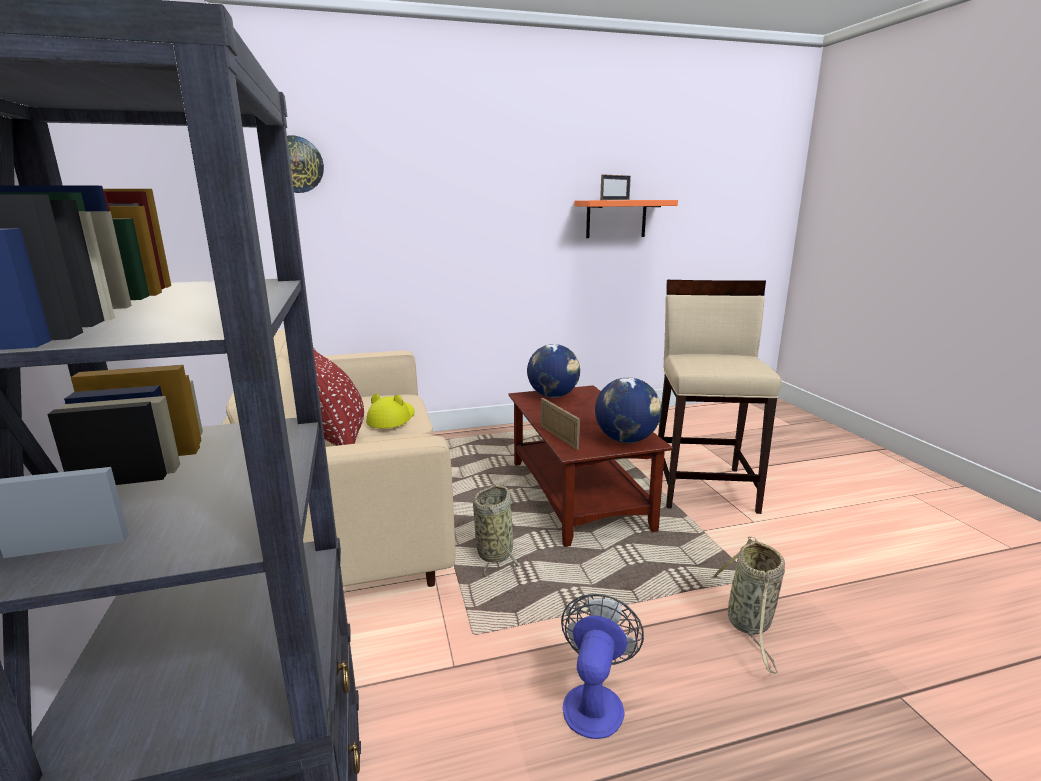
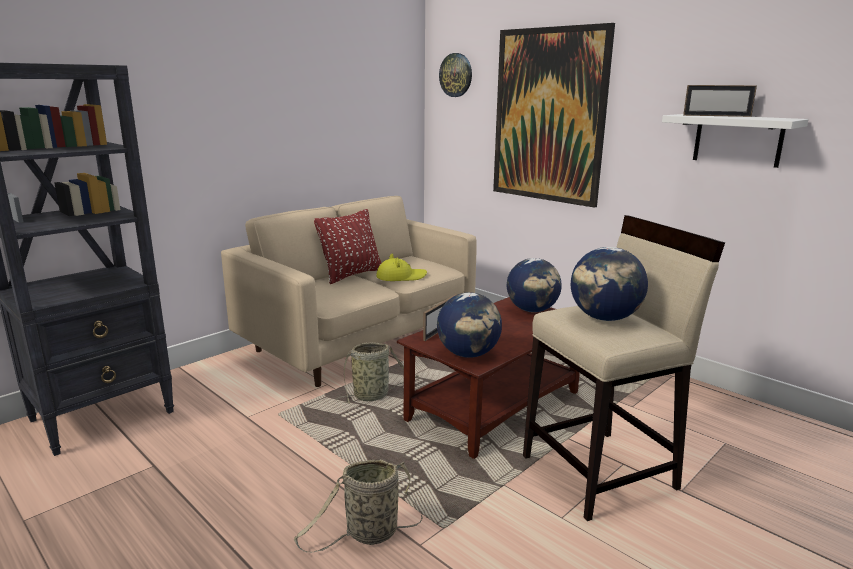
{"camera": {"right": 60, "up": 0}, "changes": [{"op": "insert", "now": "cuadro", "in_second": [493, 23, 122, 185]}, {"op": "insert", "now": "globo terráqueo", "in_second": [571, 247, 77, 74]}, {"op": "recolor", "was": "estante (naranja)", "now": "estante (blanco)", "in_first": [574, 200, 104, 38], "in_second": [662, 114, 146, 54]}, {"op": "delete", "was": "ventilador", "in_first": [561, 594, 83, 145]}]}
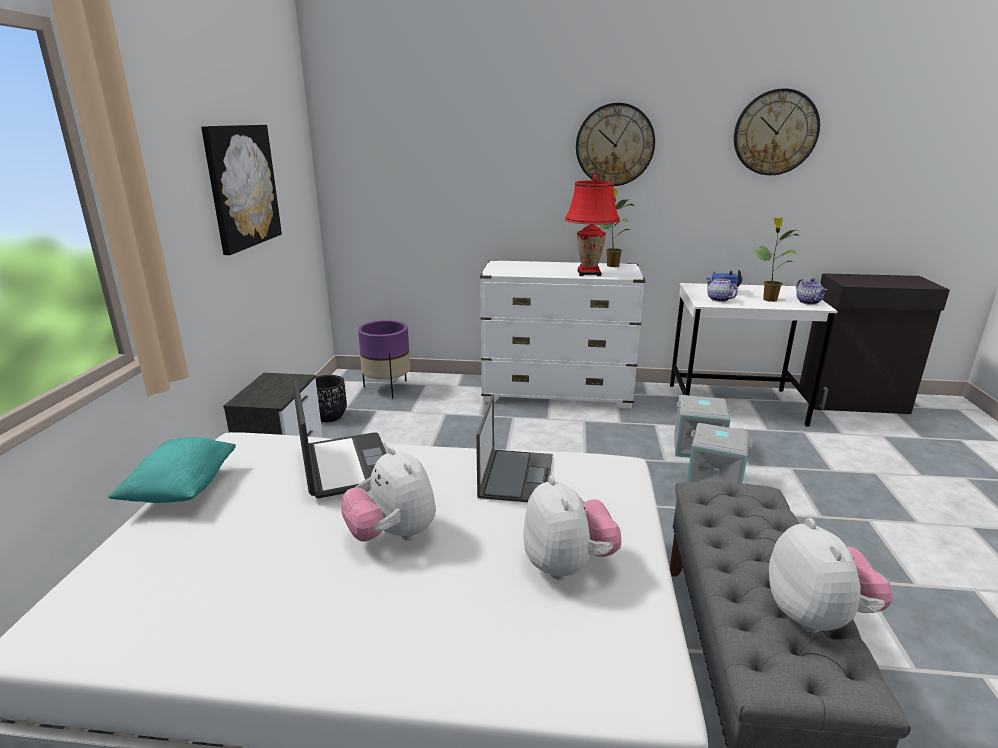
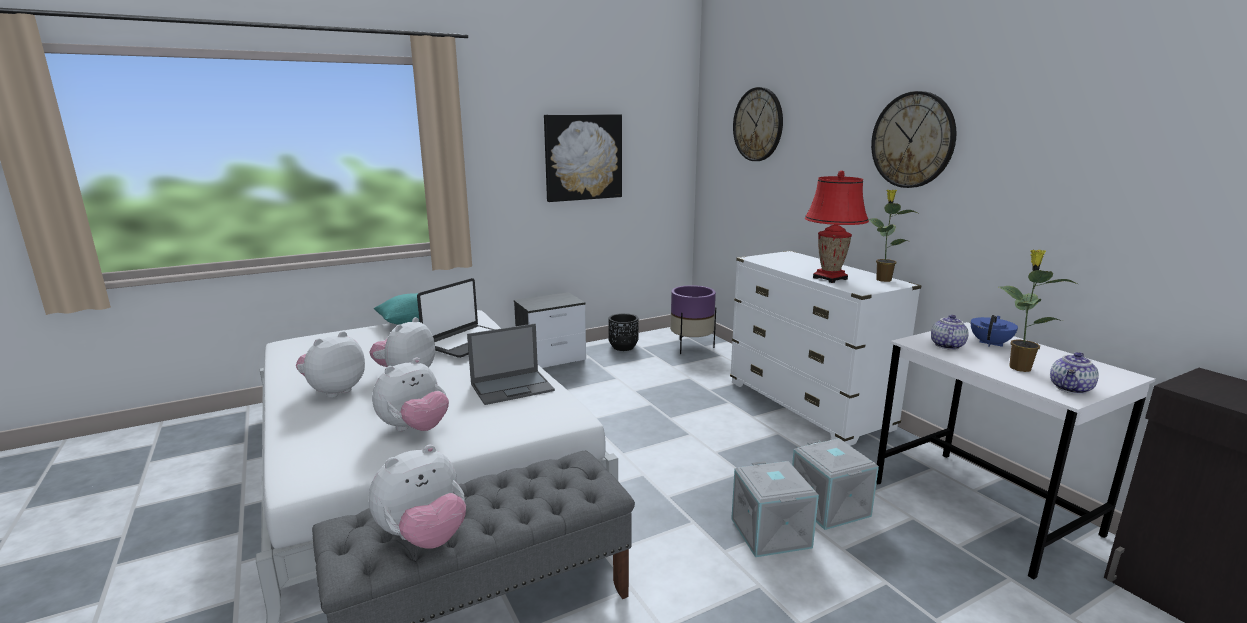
{"camera": {"right": 55, "up": -5}, "changes": [{"op": "insert", "now": "peluche", "in_second": [296, 331, 69, 67]}, {"op": "move", "was": "reloj de pared", "in_first": [734, 88, 86, 87], "in_second": [733, 87, 50, 74]}]}
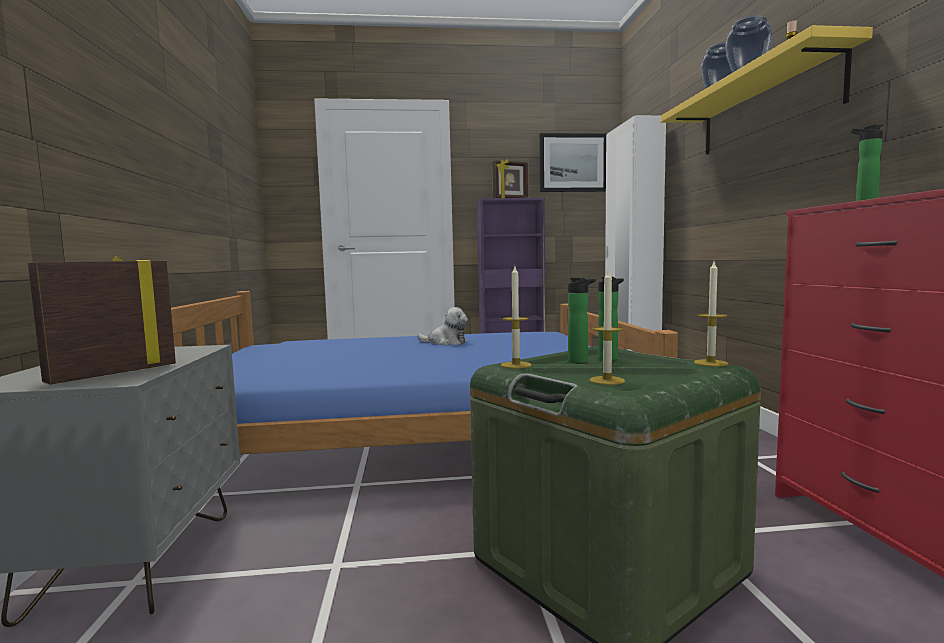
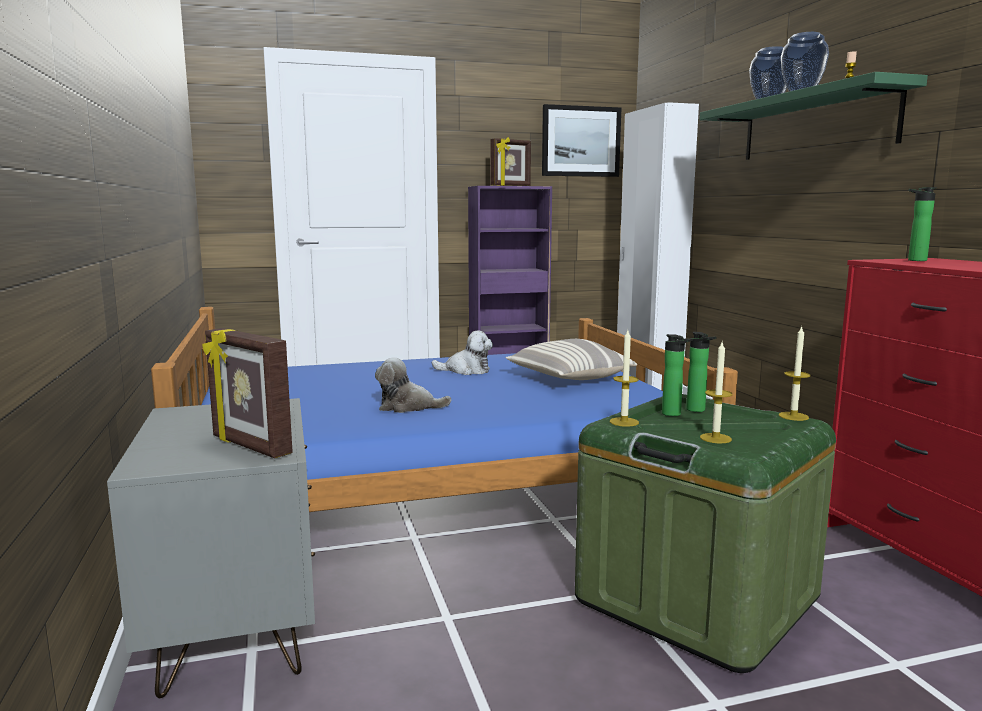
{"camera": {"right": -10, "up": 5}, "changes": [{"op": "rotate", "was": "portarretratos", "in_first": [28, 256, 148, 128], "in_second": [202, 328, 91, 130], "clockwise": -75}, {"op": "insert", "now": "peluche", "in_second": [375, 357, 76, 56]}, {"op": "insert", "now": "cojín", "in_second": [505, 339, 132, 41]}, {"op": "recolor", "was": "estante (amarillo)", "now": "estante (verde)", "in_first": [661, 25, 212, 130], "in_second": [699, 72, 229, 88]}]}
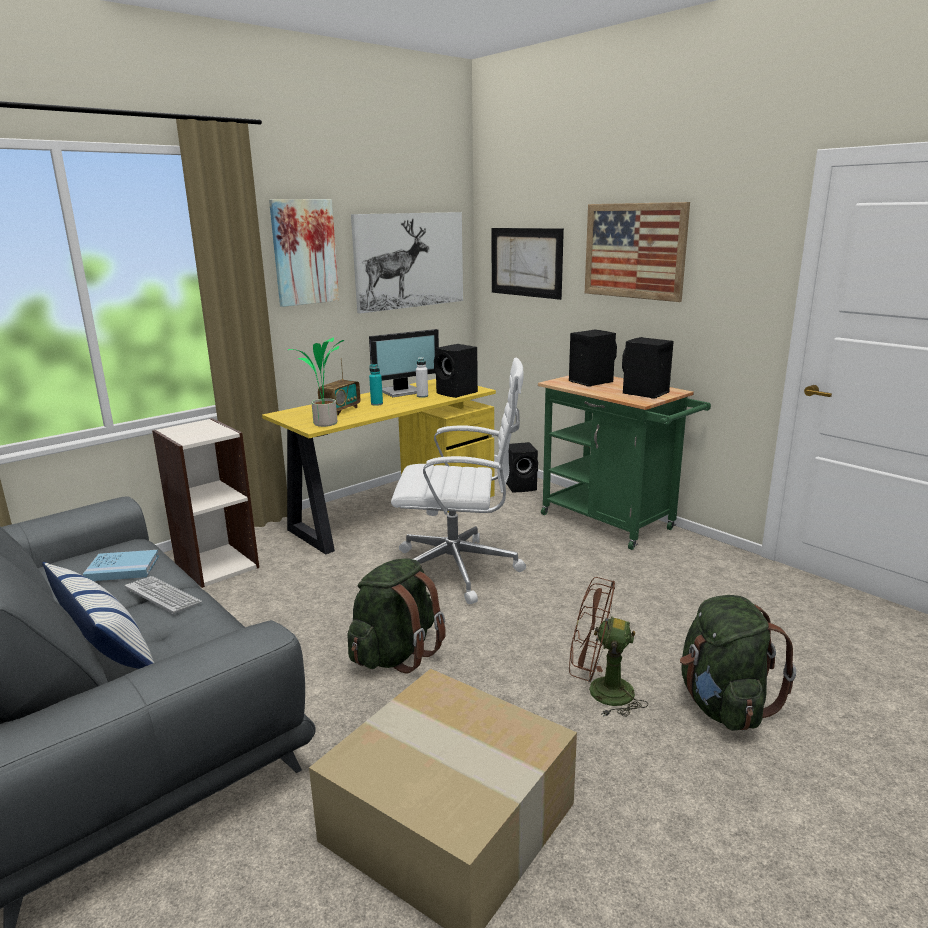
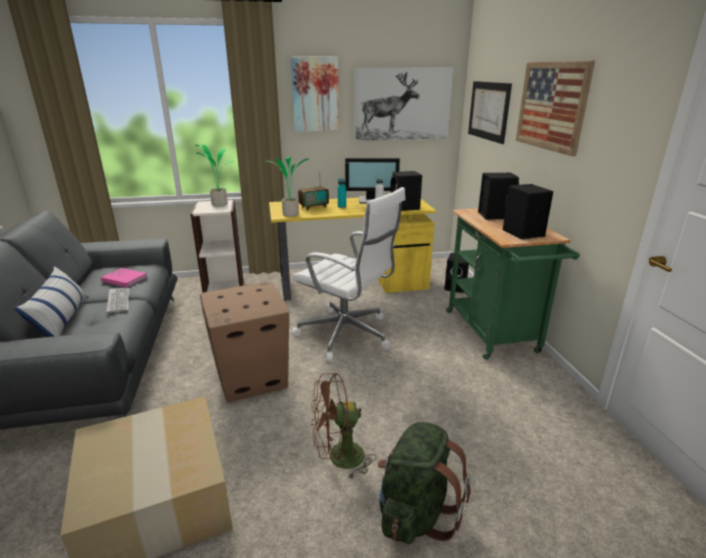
{"camera": {"right": 30, "up": 5}, "changes": [{"op": "recolor", "was": "libro (azul)", "now": "libro (rosa)", "in_first": [82, 550, 77, 31], "in_second": [101, 268, 47, 19]}, {"op": "insert", "now": "planta en maceta", "in_second": [195, 145, 39, 62]}, {"op": "replace", "was": "mochila (verde)", "now": "caja de cartón", "in_first": [347, 558, 99, 116], "in_second": [200, 281, 89, 122]}, {"op": "rotate", "was": "ventilador (marrón)", "in_first": [569, 577, 79, 140], "in_second": [312, 373, 64, 107], "clockwise": -60}]}
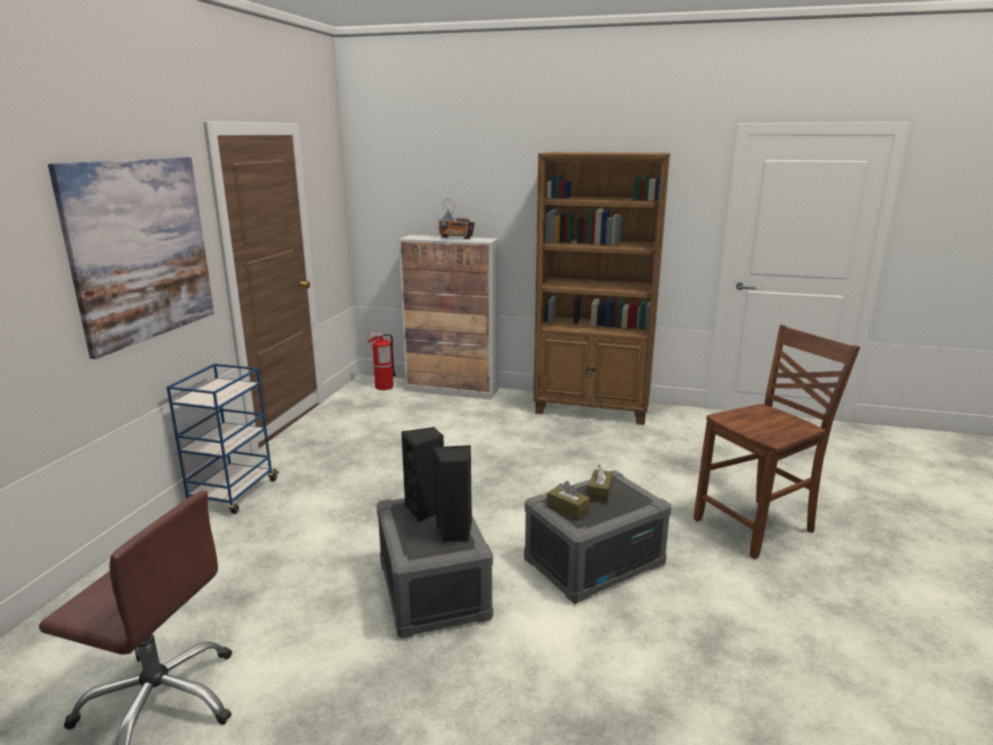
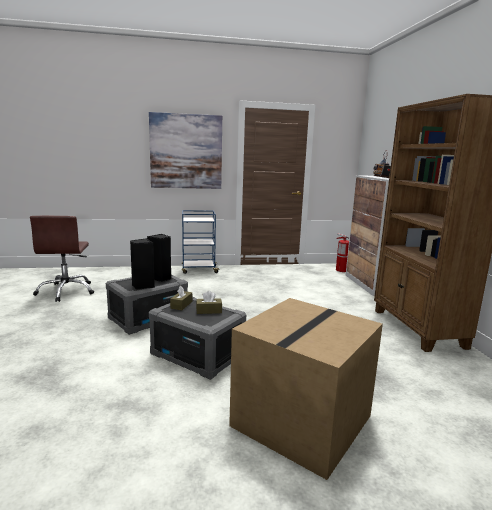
{"camera": {"right": 65, "up": -5}, "changes": [{"op": "replace", "was": "silla (marrón)", "now": "caja de cartón", "in_first": [694, 325, 166, 234], "in_second": [229, 298, 154, 182]}]}
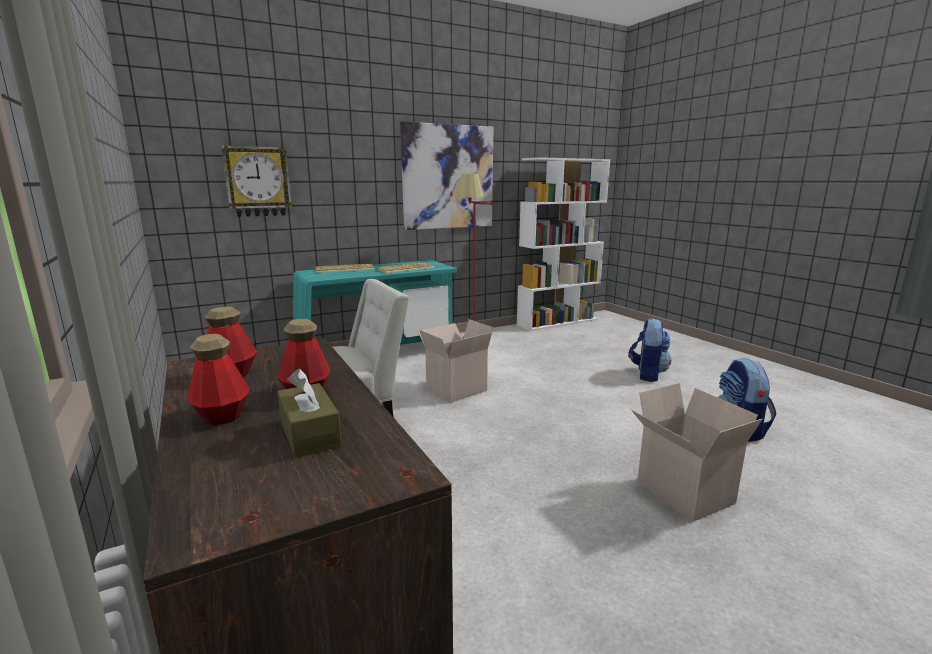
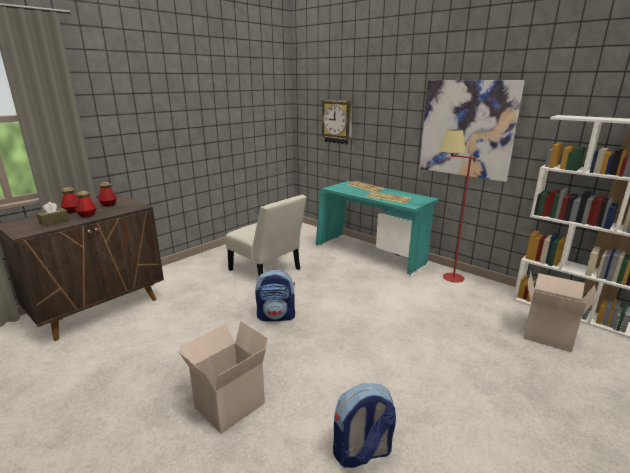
{"camera": {"right": 70, "up": 5}, "changes": [{"op": "move", "was": "mochila", "in_first": [628, 318, 43, 64], "in_second": [255, 269, 40, 52]}, {"op": "move", "was": "caja de cartón", "in_first": [418, 319, 75, 84], "in_second": [523, 272, 73, 80]}]}
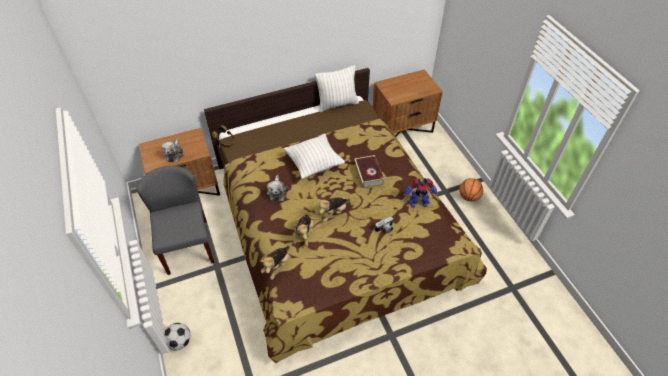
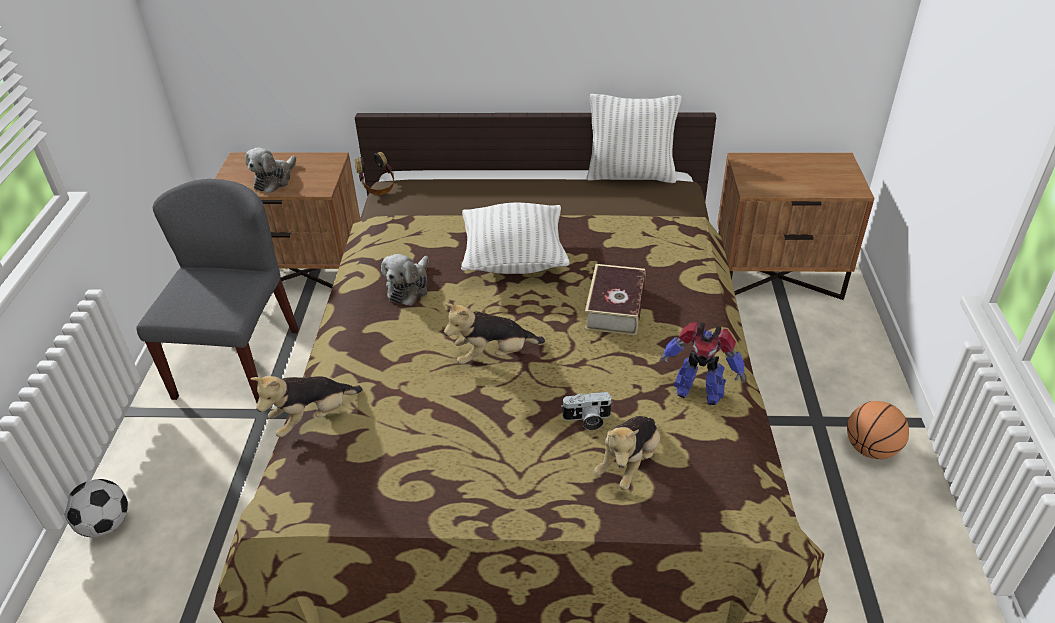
{"camera": {"right": 25, "up": -10}, "changes": [{"op": "move", "was": "peluche", "in_first": [293, 214, 20, 32], "in_second": [594, 416, 66, 74]}]}
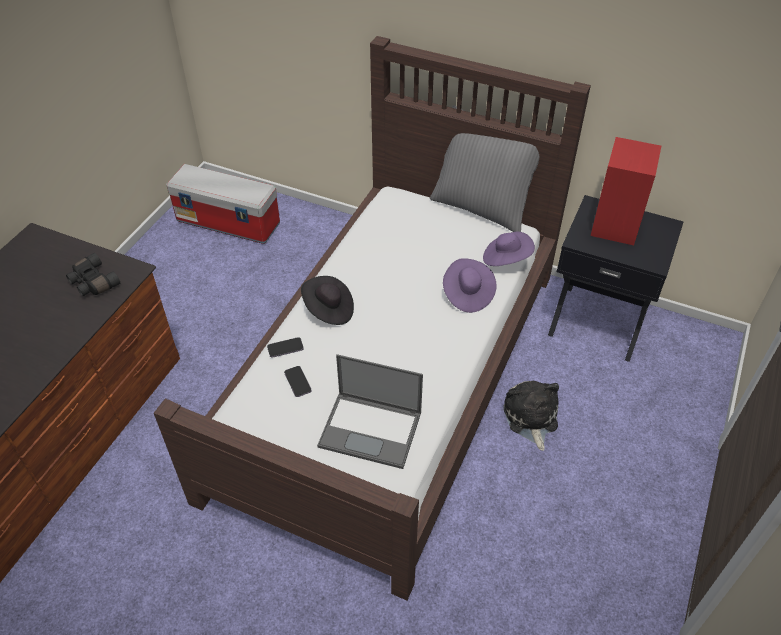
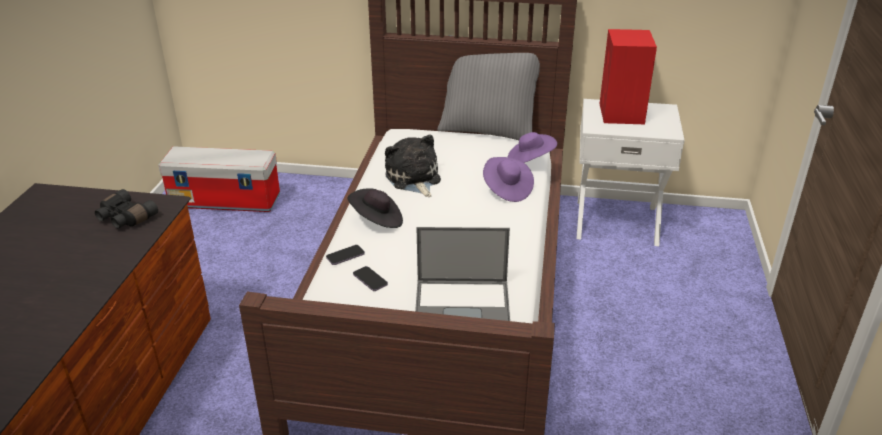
{"camera": {"right": -15, "up": -15}, "changes": [{"op": "move", "was": "peluche", "in_first": [503, 381, 56, 70], "in_second": [385, 134, 56, 63]}, {"op": "recolor", "was": "mesita de noche (negro)", "now": "mesita de noche (blanco)", "in_first": [548, 195, 135, 167], "in_second": [577, 99, 108, 147]}]}
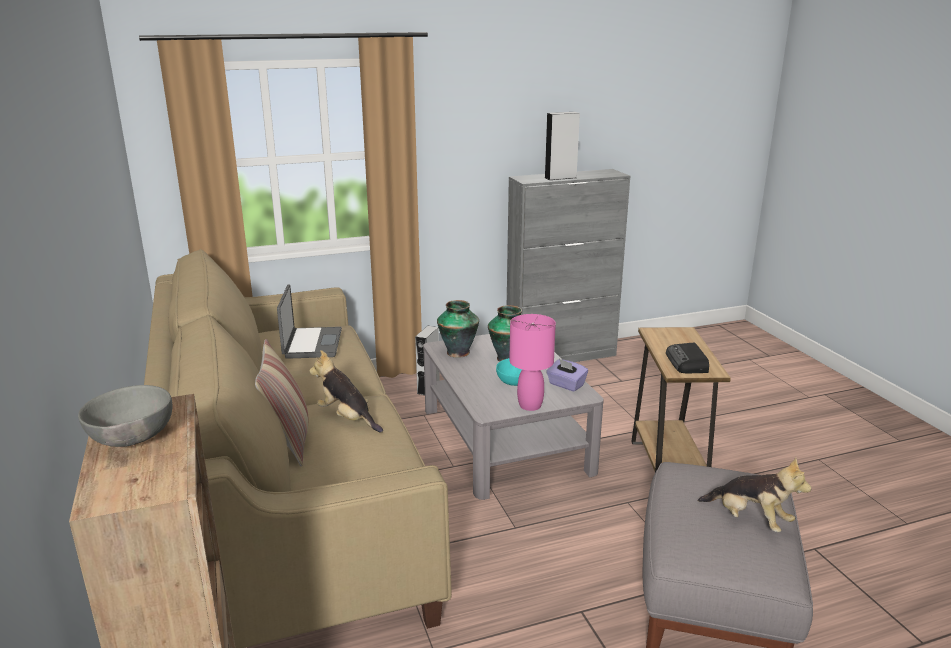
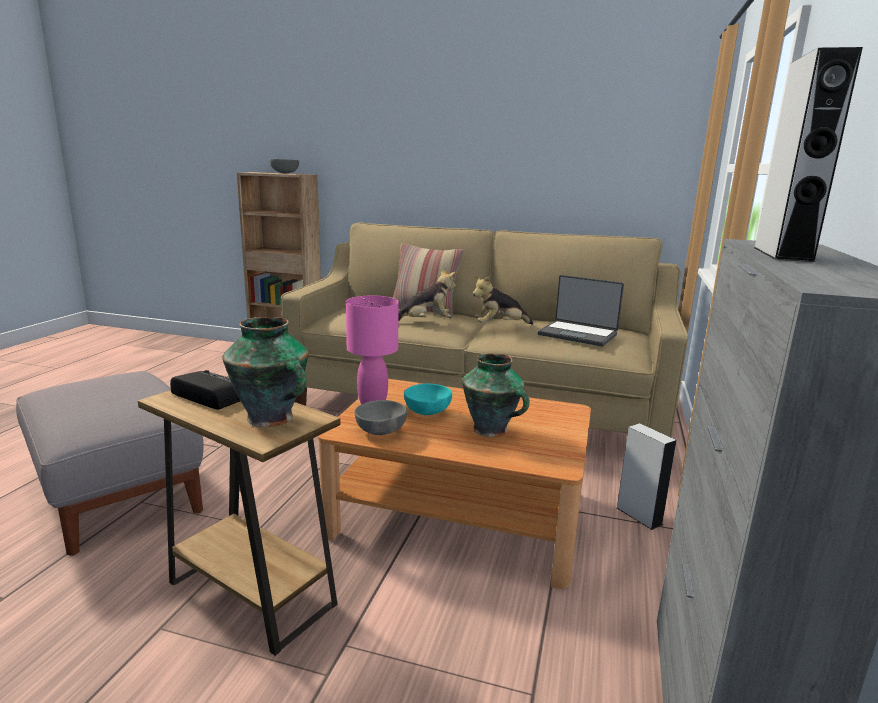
{"camera": {"right": 125, "up": -5}, "changes": [{"op": "move", "was": "florero", "in_first": [437, 300, 42, 58], "in_second": [222, 317, 86, 110]}, {"op": "recolor", "was": "mesa de centro (gris)", "now": "mesa de centro (marrón)", "in_first": [423, 334, 181, 166], "in_second": [318, 379, 273, 210]}, {"op": "replace", "was": "caja de pañuelos (morado)", "now": "cuenco (gris)", "in_first": [546, 359, 42, 33], "in_second": [355, 400, 52, 35]}, {"op": "move", "was": "peluche", "in_first": [697, 457, 115, 75], "in_second": [473, 276, 60, 49]}]}
